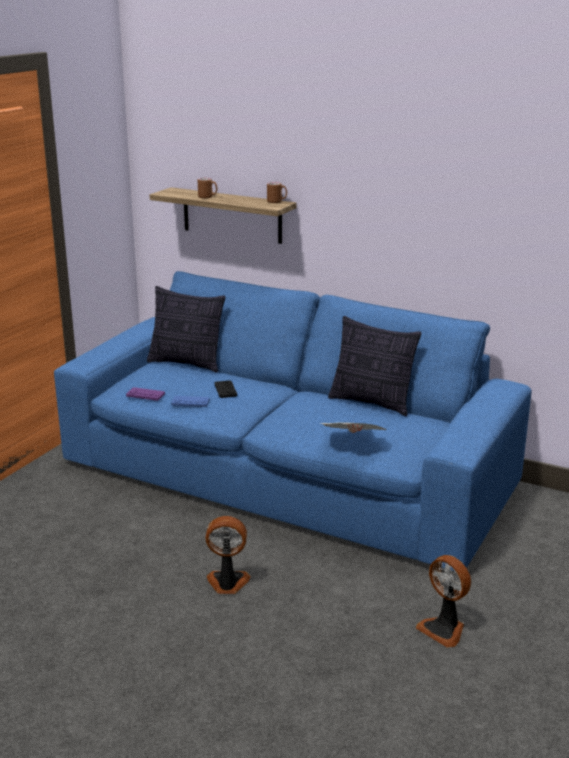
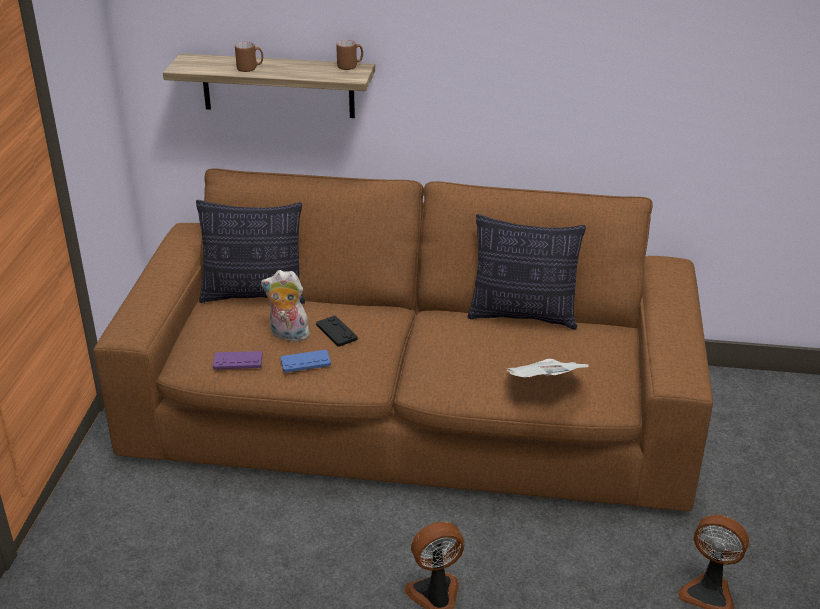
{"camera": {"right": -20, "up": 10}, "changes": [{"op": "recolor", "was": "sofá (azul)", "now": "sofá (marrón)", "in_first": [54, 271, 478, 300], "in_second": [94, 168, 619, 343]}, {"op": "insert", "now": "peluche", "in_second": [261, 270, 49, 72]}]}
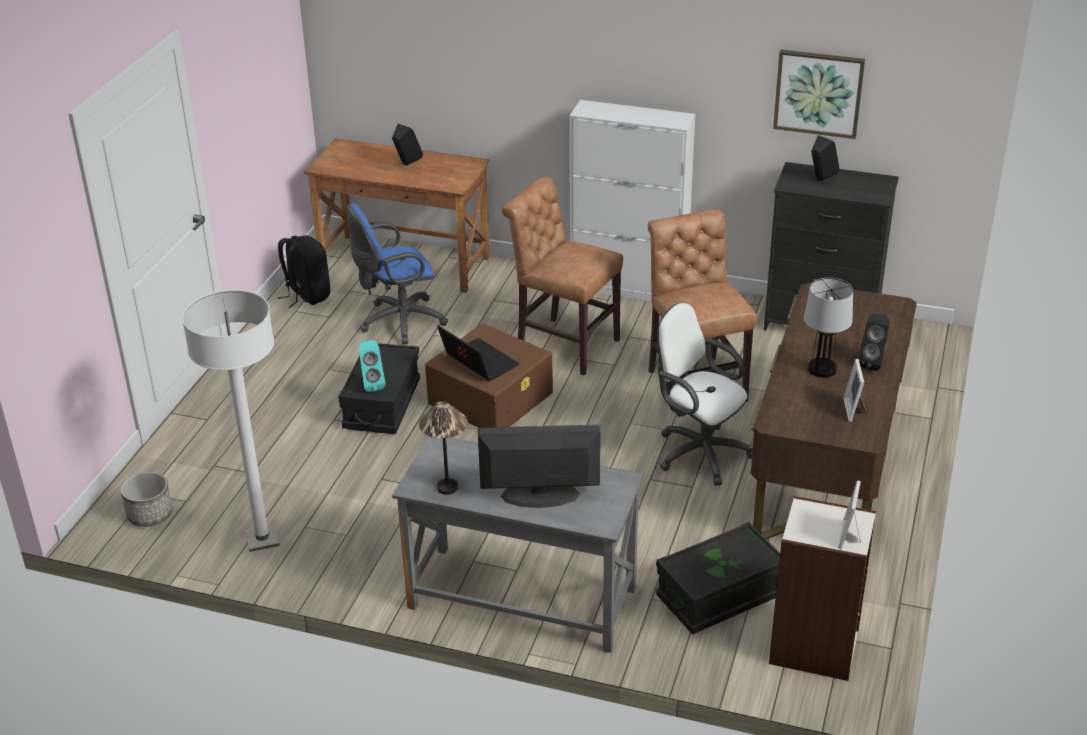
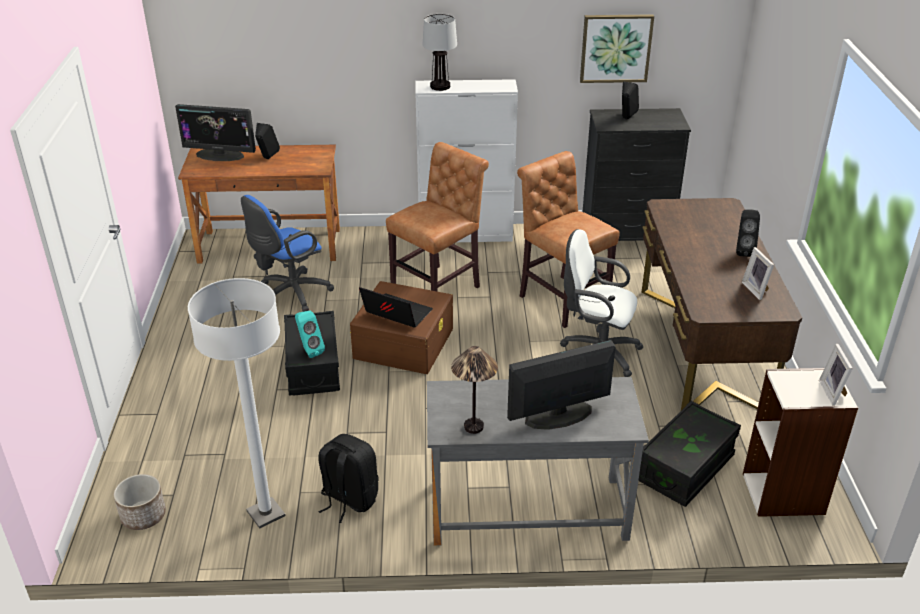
{"camera": {"right": -20, "up": 0}, "changes": [{"op": "insert", "now": "monitor", "in_second": [175, 104, 81, 57]}, {"op": "move", "was": "mochila (negro)", "in_first": [278, 236, 52, 72], "in_second": [318, 434, 60, 89]}, {"op": "rotate", "was": "silla (marrón)", "in_first": [502, 176, 121, 199], "in_second": [386, 142, 103, 150], "clockwise": 120}, {"op": "move", "was": "lámpara de mesa", "in_first": [804, 278, 49, 100], "in_second": [422, 14, 35, 77]}]}
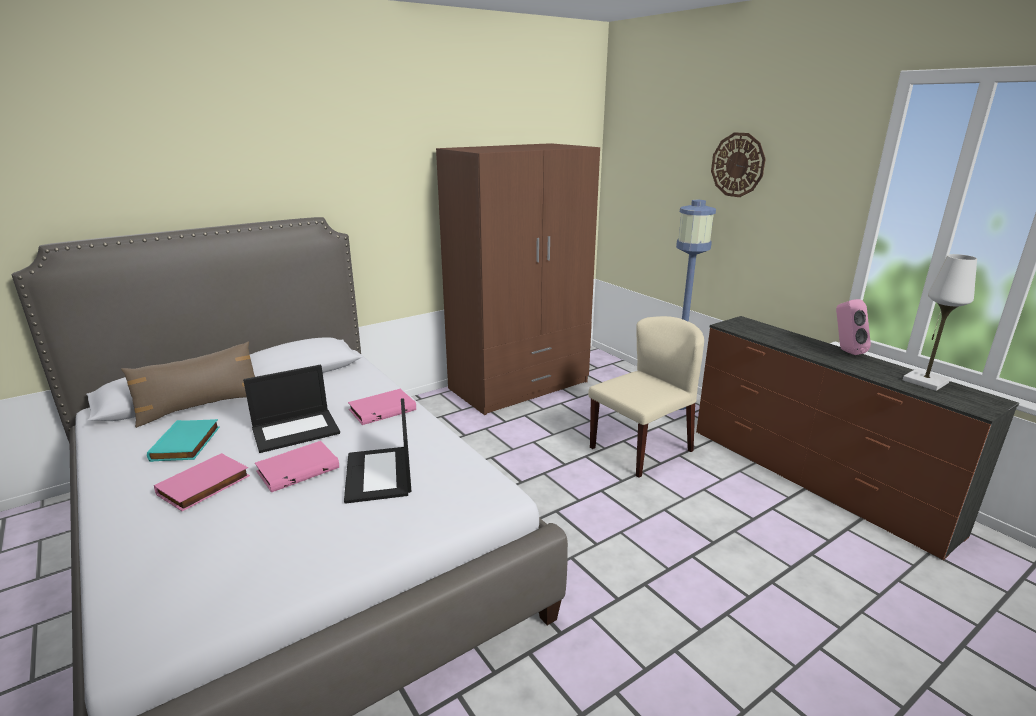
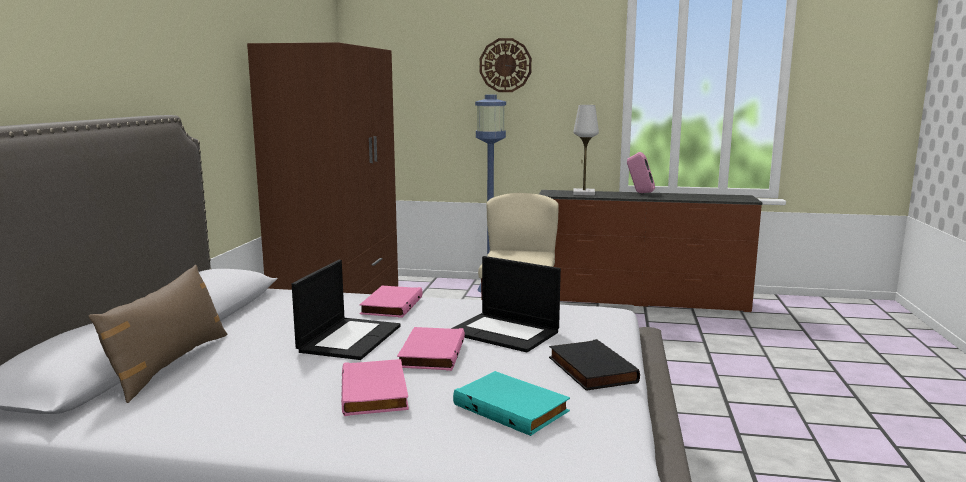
{"camera": {"right": -45, "up": -10}, "changes": [{"op": "move", "was": "libro (turquesa)", "in_first": [147, 419, 73, 43], "in_second": [453, 371, 117, 65]}, {"op": "insert", "now": "libro (negro)", "in_second": [549, 339, 91, 52]}, {"op": "move", "was": "lámpara de mesa (blanco)", "in_first": [903, 254, 74, 137], "in_second": [573, 105, 26, 91]}]}
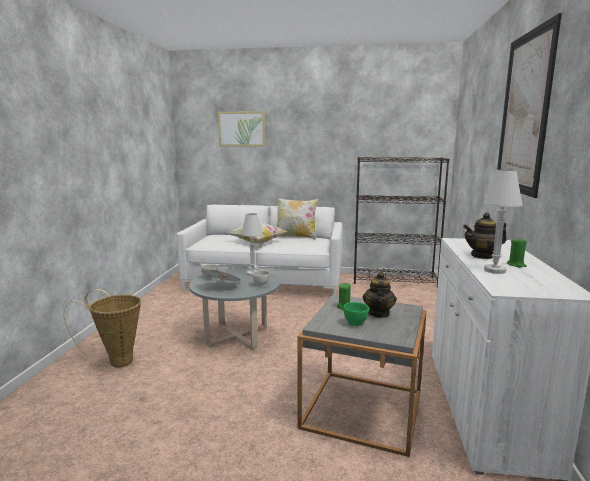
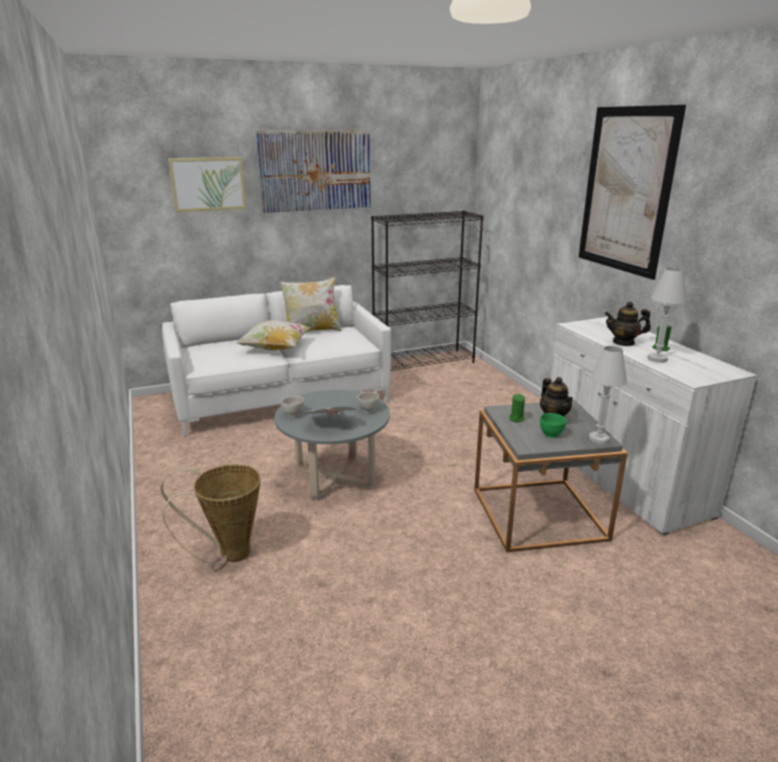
{"camera": {"right": -30, "up": 10}, "changes": [{"op": "insert", "now": "cuadro", "in_second": [255, 130, 116, 83]}, {"op": "move", "was": "lámpara de mesa (blanco)", "in_first": [241, 213, 22, 63], "in_second": [589, 346, 38, 98]}, {"op": "rotate", "was": "tetera", "in_first": [463, 213, 44, 46], "in_second": [605, 302, 46, 44], "clockwise": 45}]}
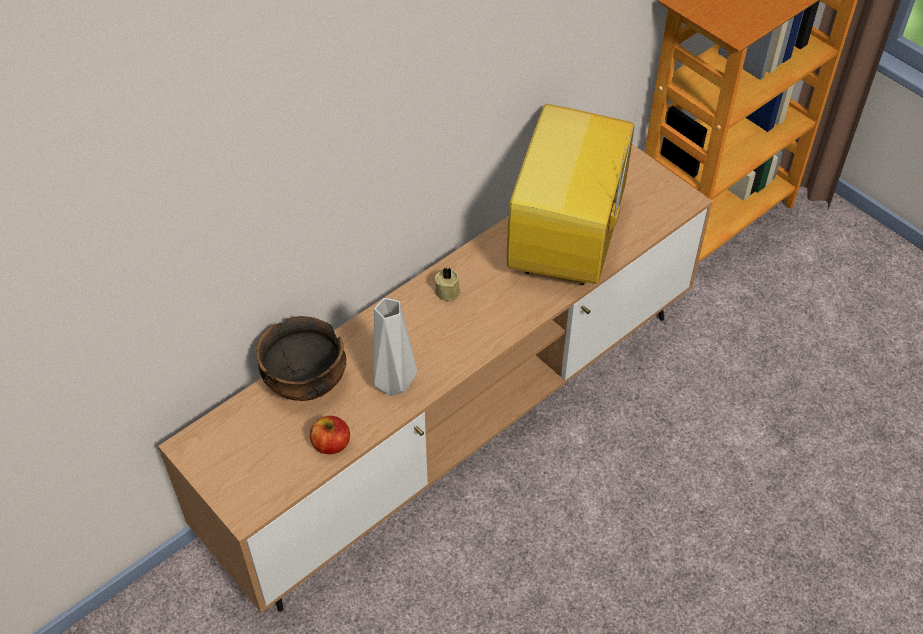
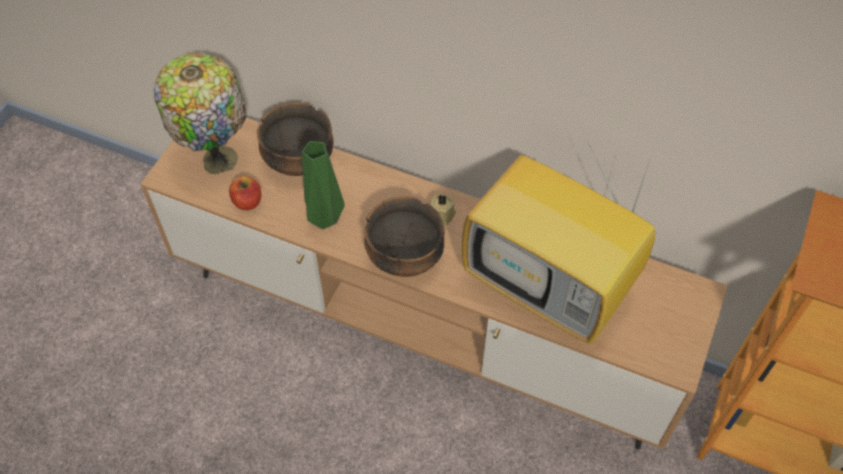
{"camera": {"right": 65, "up": 5}, "changes": [{"op": "insert", "now": "lámpara de mesa", "in_second": [154, 53, 93, 121]}, {"op": "recolor", "was": "florero (gris)", "now": "florero (verde)", "in_first": [373, 298, 44, 98], "in_second": [302, 141, 43, 88]}, {"op": "insert", "now": "cuenco", "in_second": [364, 196, 81, 81]}, {"op": "rotate", "was": "televisor", "in_first": [507, 104, 131, 181], "in_second": [462, 124, 193, 220], "clockwise": -135}]}
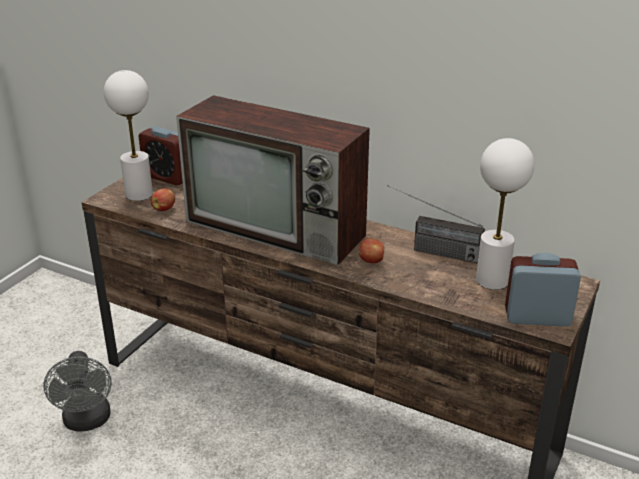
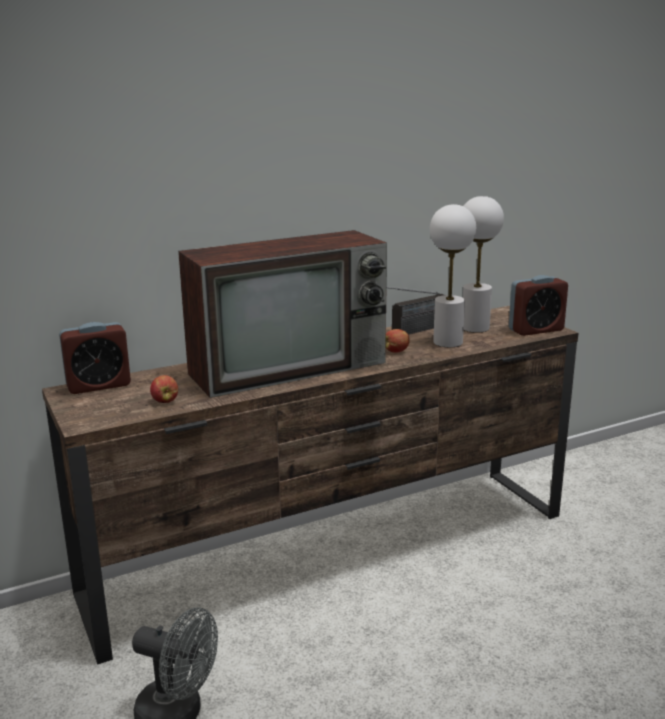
{"camera": {"right": -55, "up": -10}, "changes": [{"op": "move", "was": "lámpara de mesa (blanco)", "in_first": [104, 70, 49, 131], "in_second": [430, 204, 46, 143]}, {"op": "rotate", "was": "despertador", "in_first": [505, 253, 76, 74], "in_second": [509, 275, 59, 61], "clockwise": -150}]}
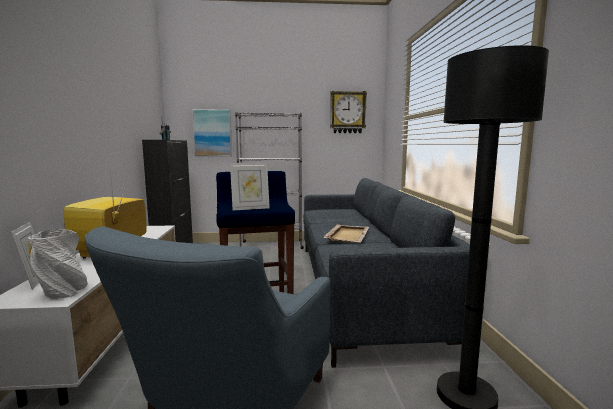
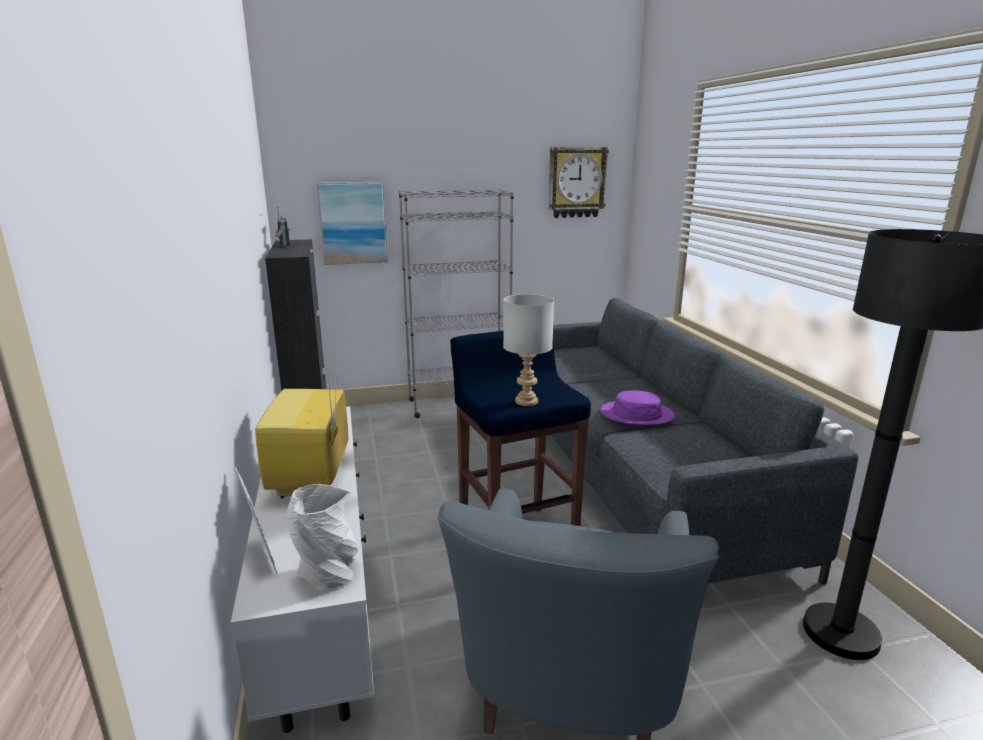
{"camera": {"right": -10, "up": 10}, "changes": [{"op": "replace", "was": "portarretratos", "now": "lámpara de mesa (gris)", "in_first": [230, 162, 40, 49], "in_second": [503, 294, 51, 112]}, {"op": "replace", "was": "bandeja (beis)", "now": "sombrero (morado)", "in_first": [323, 224, 46, 19], "in_second": [601, 390, 74, 35]}]}
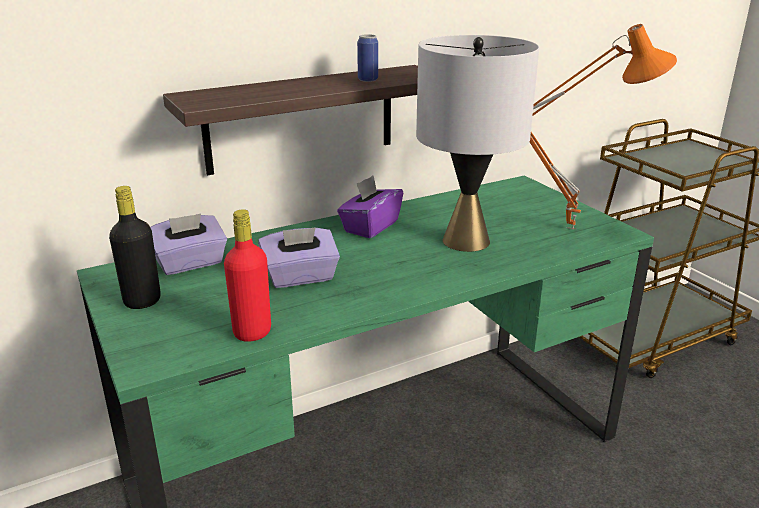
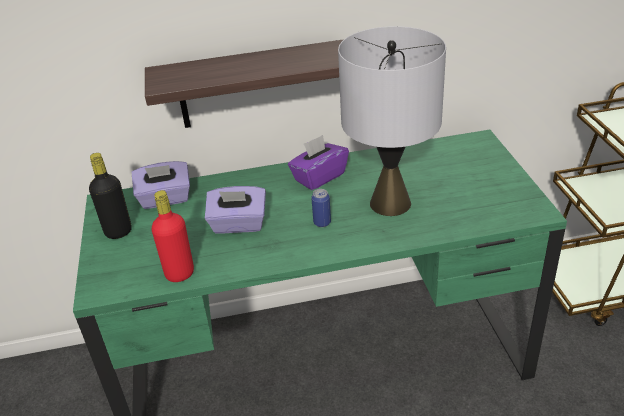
{"camera": {"right": 20, "up": 10}, "changes": [{"op": "move", "was": "lata", "in_first": [357, 34, 21, 48], "in_second": [311, 189, 20, 38]}, {"op": "delete", "was": "lámpara de mesa (naranja)", "in_first": [530, 24, 147, 206]}]}
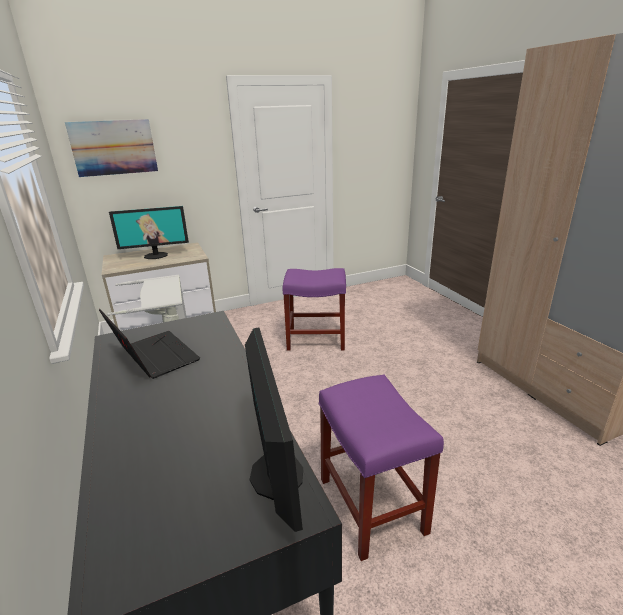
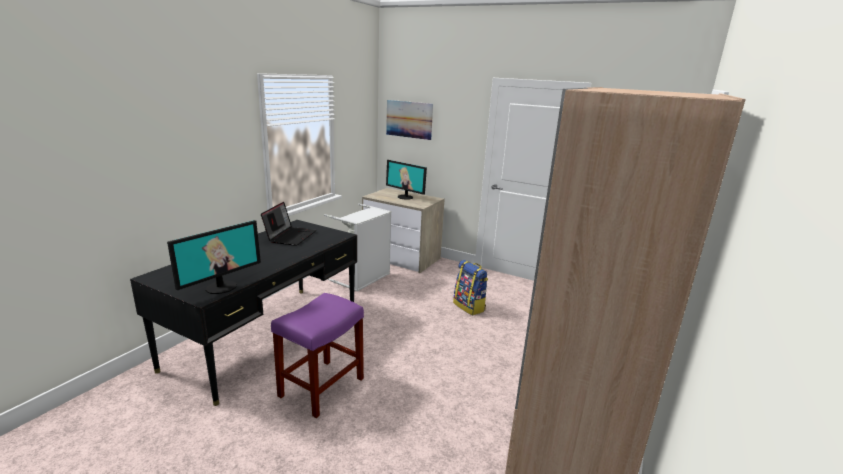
{"camera": {"right": 50, "up": -5}, "changes": [{"op": "replace", "was": "taburete (morado)", "now": "mochila", "in_first": [283, 268, 63, 83], "in_second": [453, 260, 35, 55]}]}
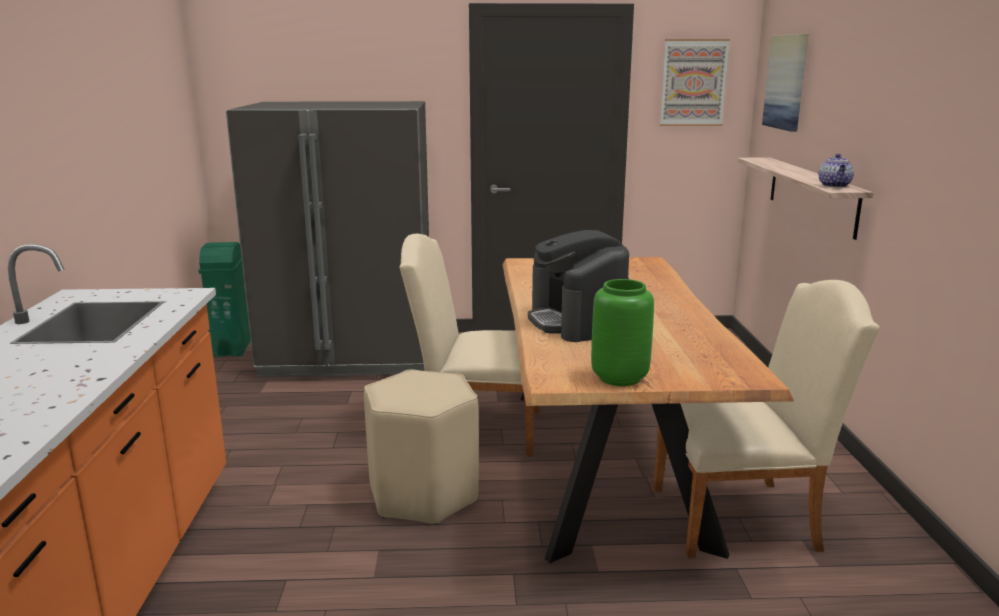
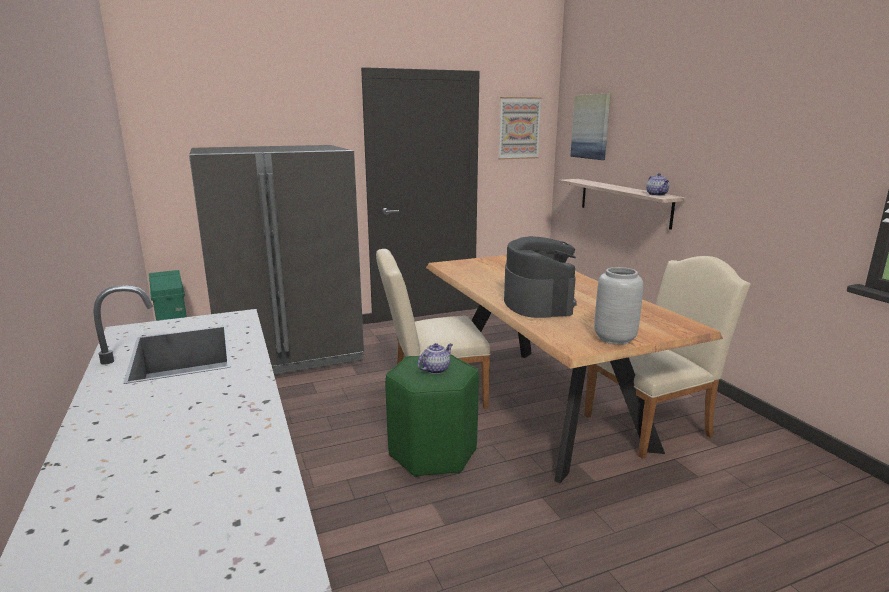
{"camera": {"right": -20, "up": 0}, "changes": [{"op": "recolor", "was": "taburete (beis)", "now": "taburete (verde)", "in_first": [364, 369, 115, 156], "in_second": [385, 354, 94, 123]}, {"op": "insert", "now": "tetera", "in_second": [418, 343, 35, 31]}, {"op": "rotate", "was": "cafetera", "in_first": [528, 230, 101, 112], "in_second": [504, 236, 73, 82], "clockwise": -150}, {"op": "recolor", "was": "florero (verde)", "now": "florero (gris)", "in_first": [591, 279, 63, 107], "in_second": [594, 267, 49, 78]}]}
